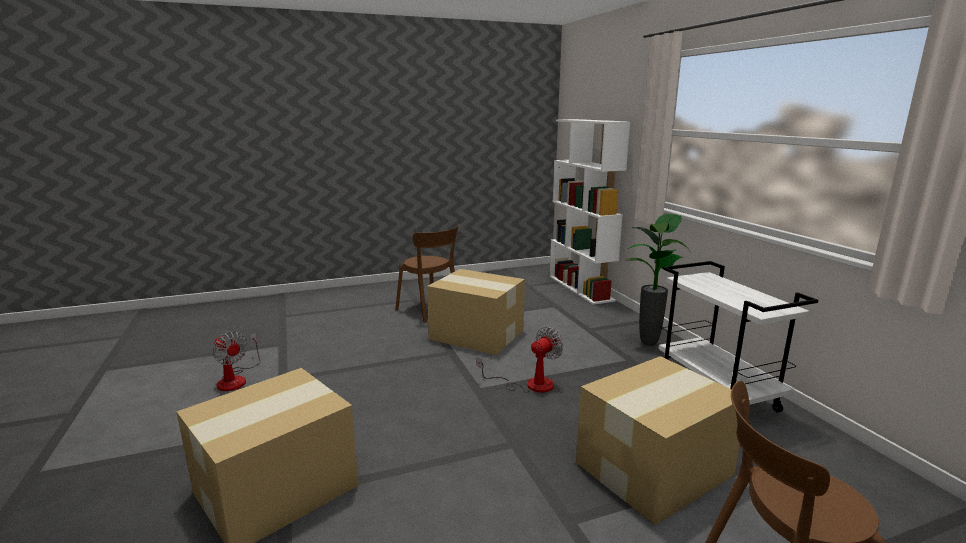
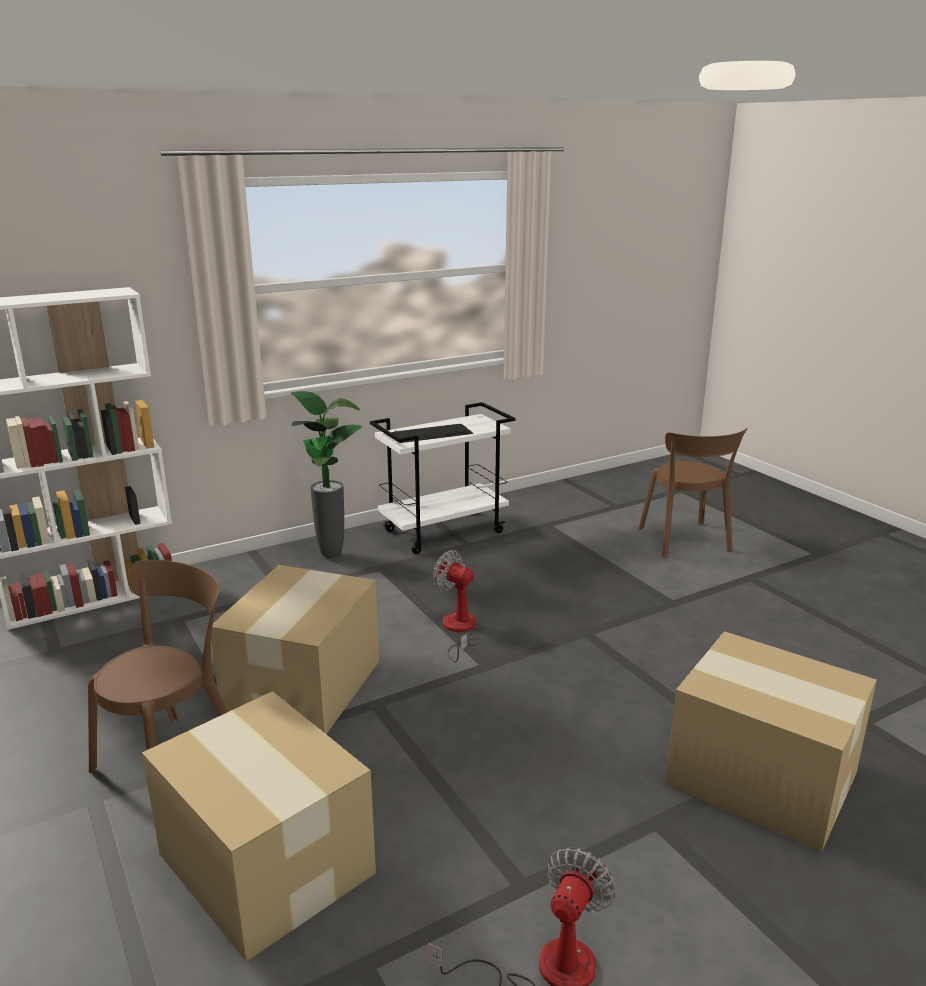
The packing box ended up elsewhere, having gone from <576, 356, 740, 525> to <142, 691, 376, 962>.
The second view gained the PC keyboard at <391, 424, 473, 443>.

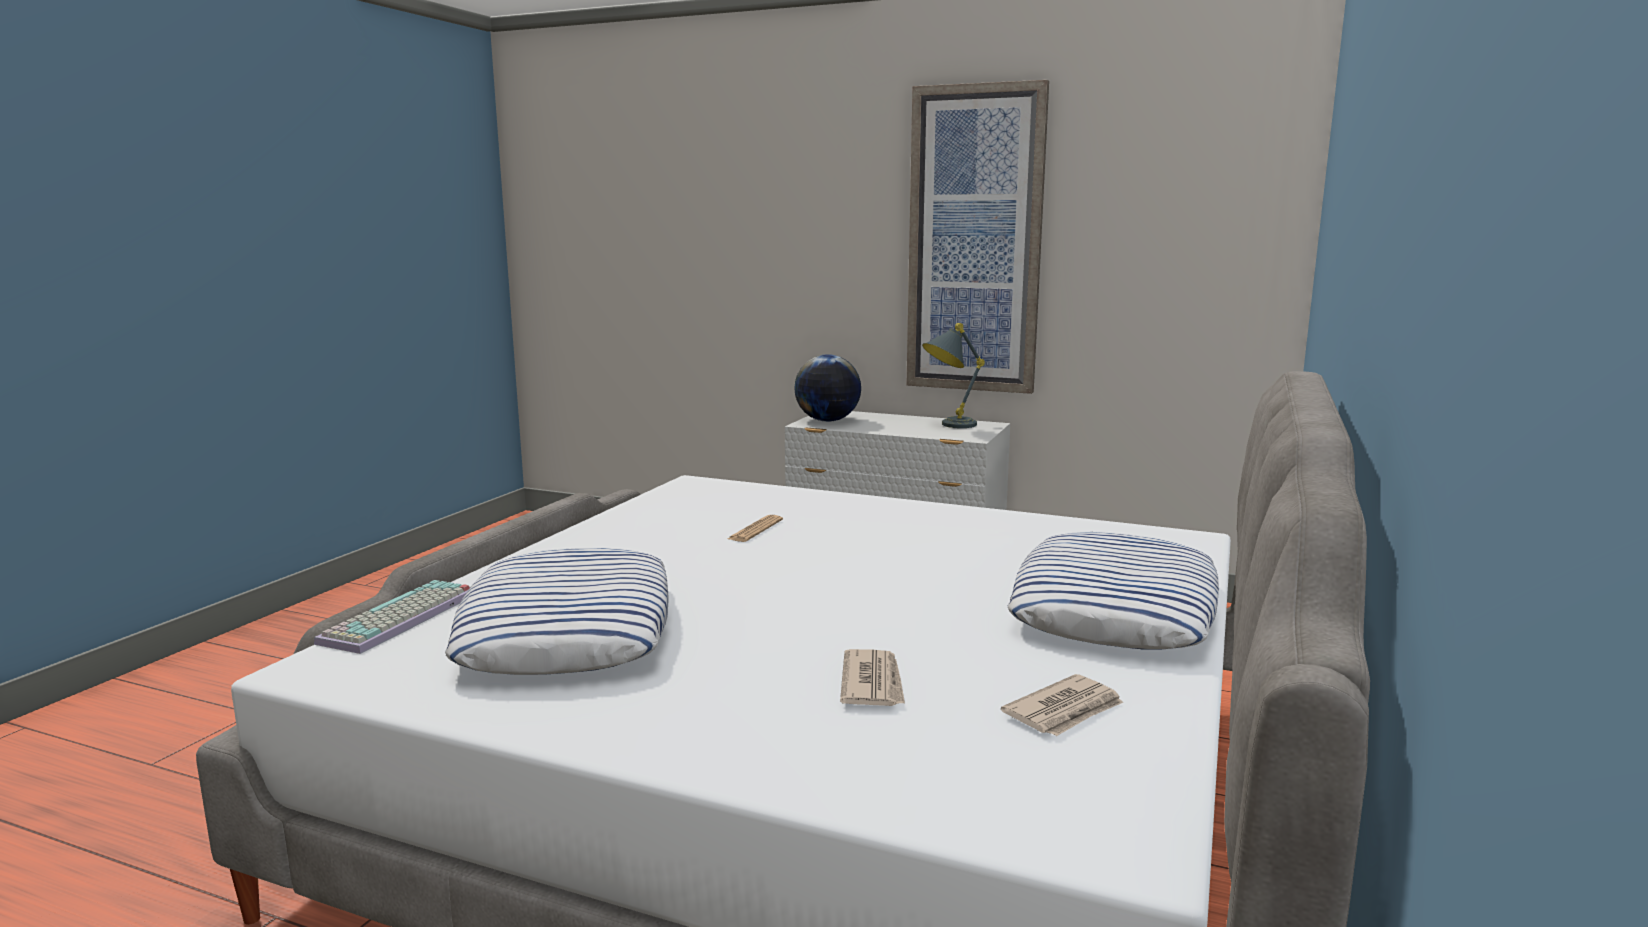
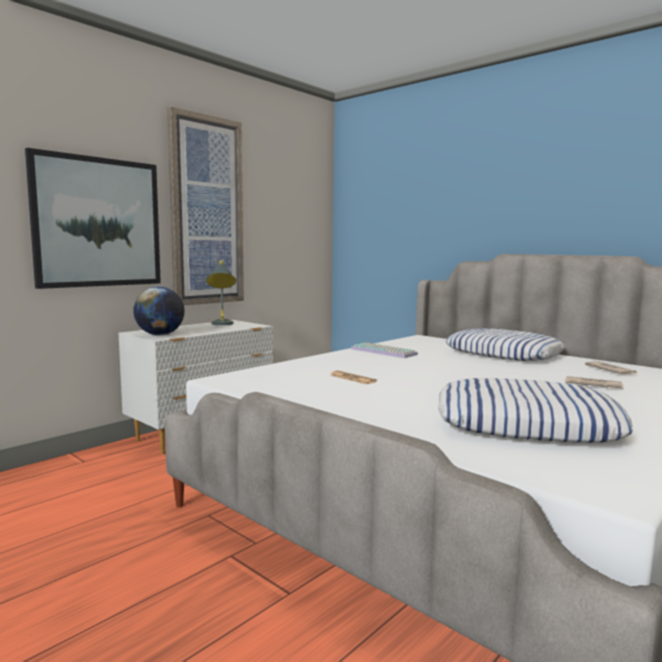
The second view gained the wall art at <25, 148, 161, 289>.
The PC keyboard ended up elsewhere, having gone from <314, 580, 470, 654> to <351, 342, 418, 358>.

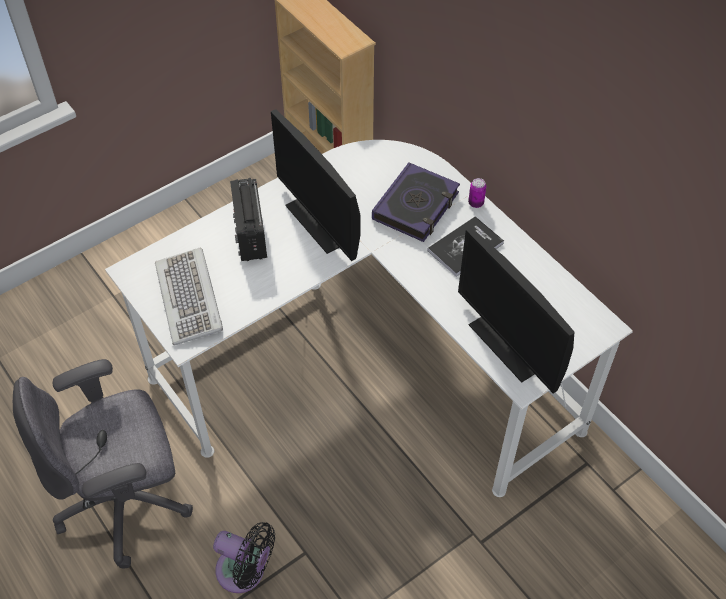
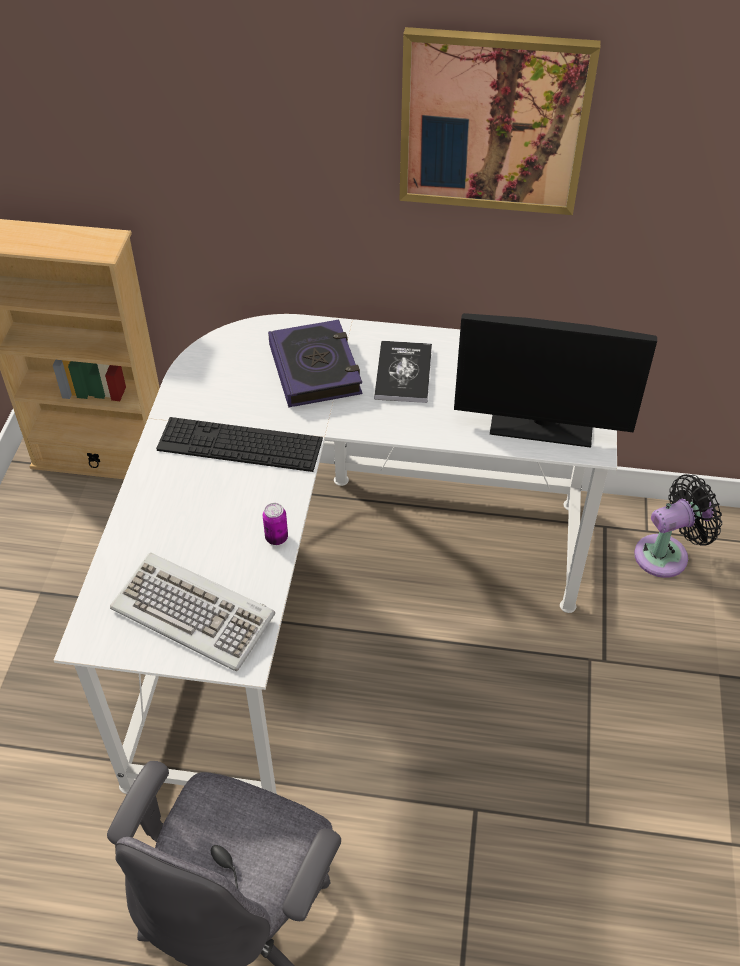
Where the computer display stood at <271, 110, 360, 261>, the PC keyboard came to stand at <156, 417, 323, 472>.
The can ended up elsewhere, having gone from <468, 178, 486, 208> to <263, 503, 288, 545>.
The second view gained the wall art at <399, 27, 600, 215>.
The cooling fan (black-coloured) ended up elsewhere, having gone from <213, 522, 275, 593> to <634, 474, 722, 578>.
The second view lost the radio at <230, 178, 267, 261>.

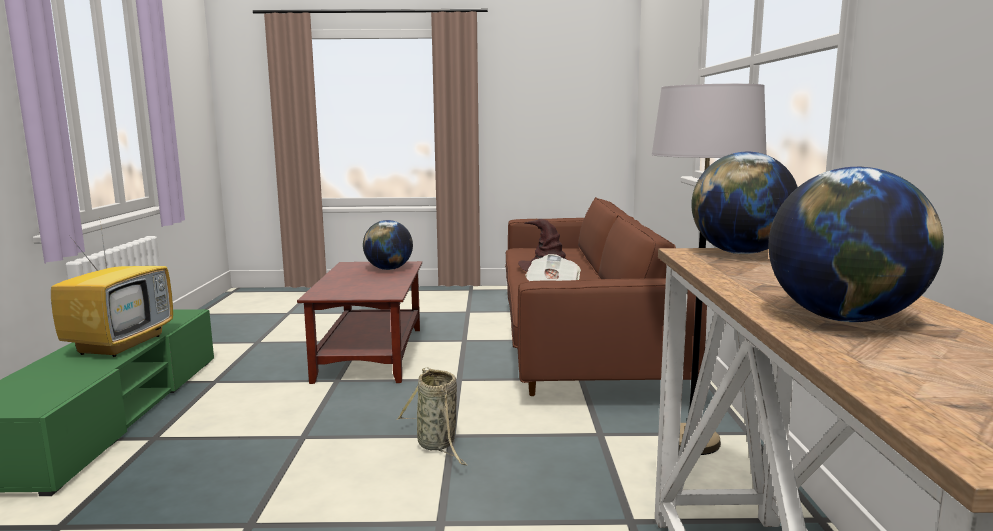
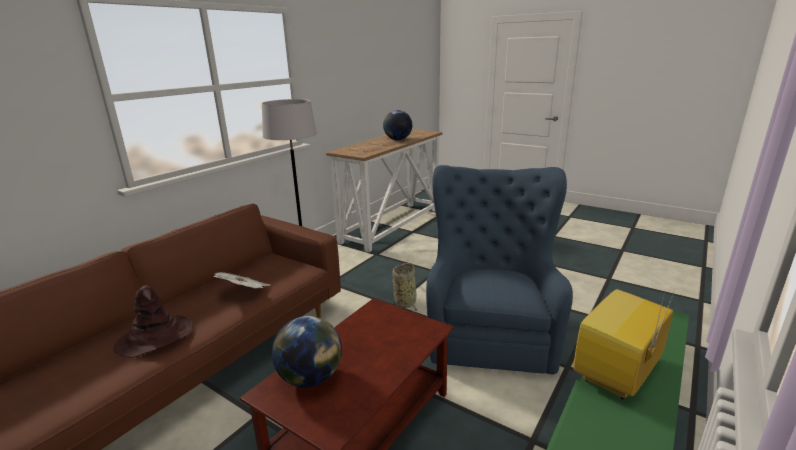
The second view gained the armchair (blue-coloured) at <426, 165, 573, 374>.
The second view lost the desk globe at <691, 151, 798, 254>.

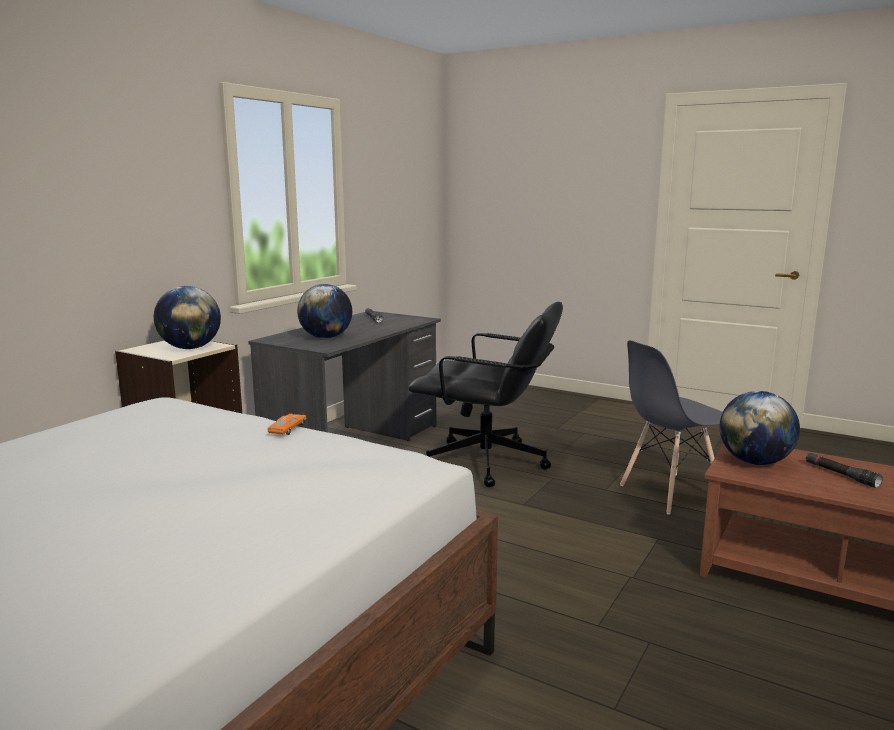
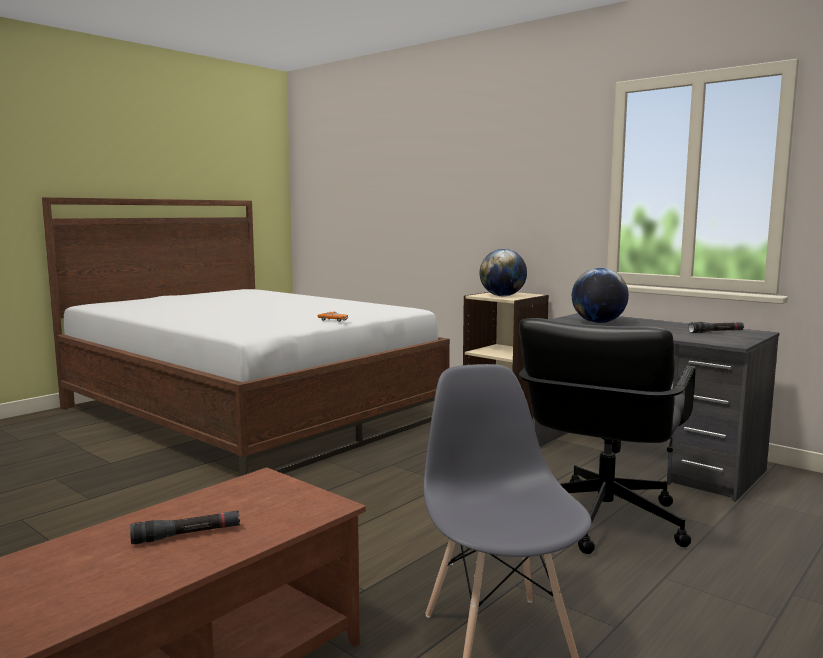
The second view lost the desk globe at <720, 391, 800, 465>.

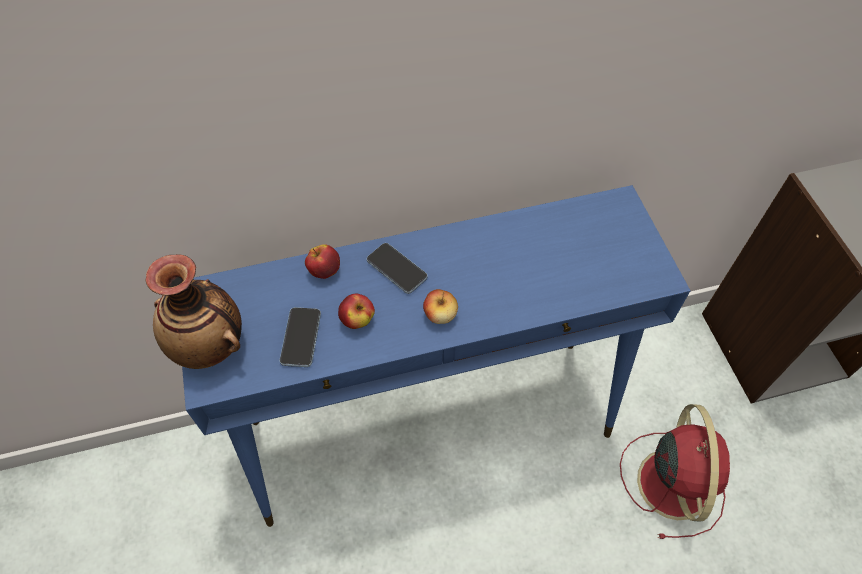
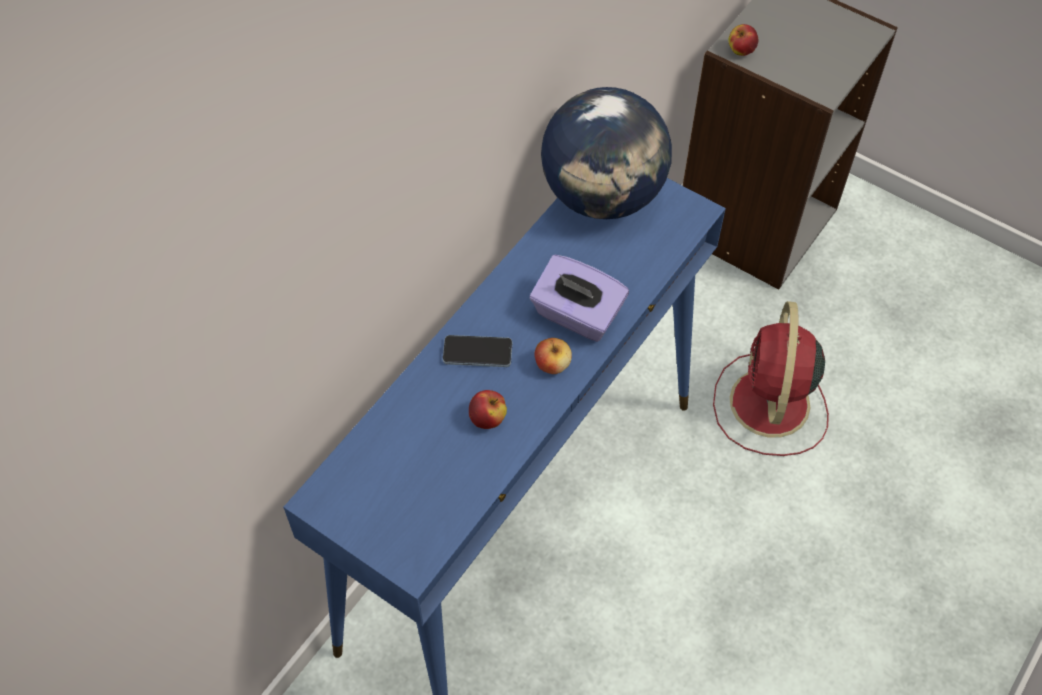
The second view gained the tissue box (purple-coloured) at <530, 255, 629, 342>.
The second view gained the desk globe at <541, 87, 672, 219>.
The cooling fan (reddish) at <620, 404, 730, 539> ended up facing another way, 135 degrees counterclockwise from before.
The apple fruit ended up elsewhere, having gone from <305, 244, 340, 279> to <729, 24, 759, 56>.
The second view lost the flower vase at <146, 254, 242, 369>.
The second view lost the handset at <280, 307, 321, 367>.

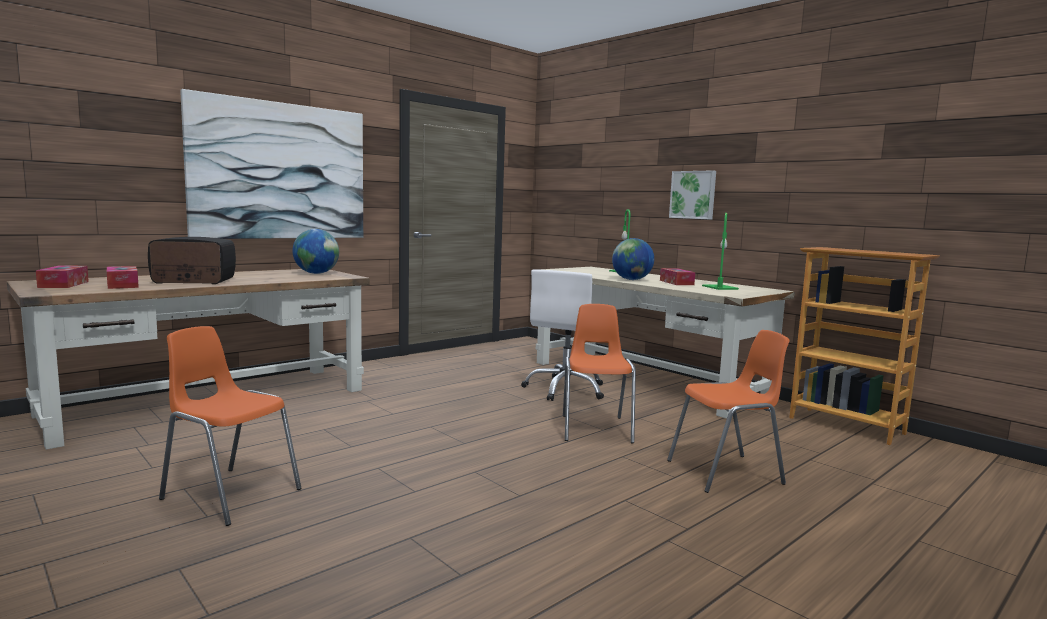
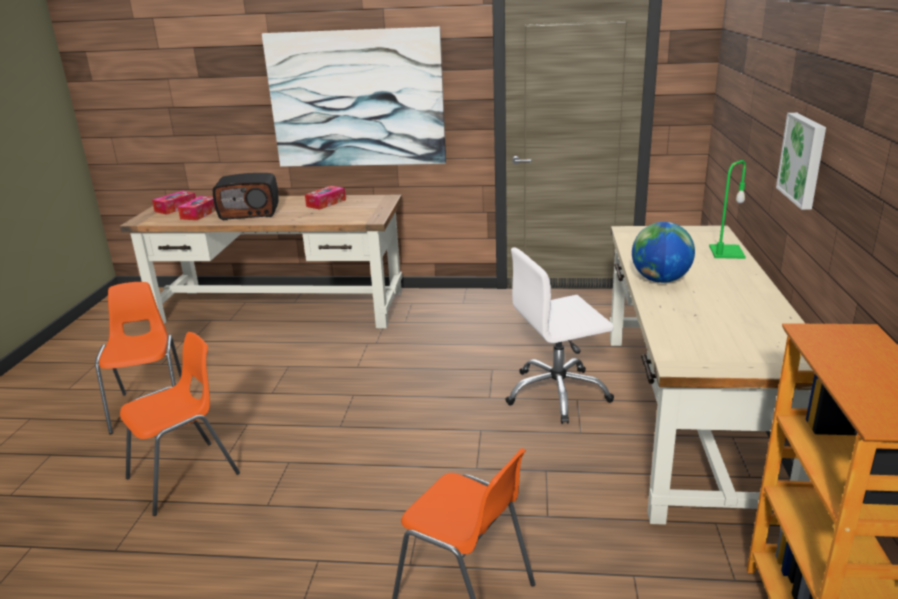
The upright chair (orange-coloured) ended up elsewhere, having gone from <563, 304, 636, 443> to <120, 332, 240, 516>.
The radio at <148, 237, 236, 284> ended up facing another way, 135 degrees clockwise from before.
The tissue box ended up elsewhere, having gone from <660, 268, 695, 285> to <305, 186, 346, 210>.
The second view lost the desk globe at <292, 229, 339, 274>.
The second view lost the tabletop lamp (green) at <702, 213, 739, 290>.

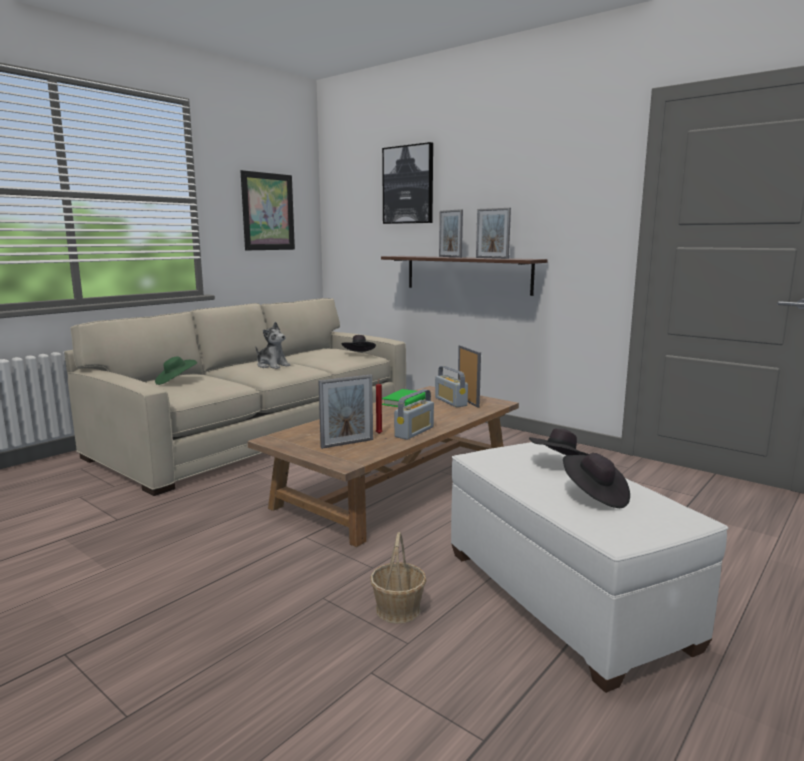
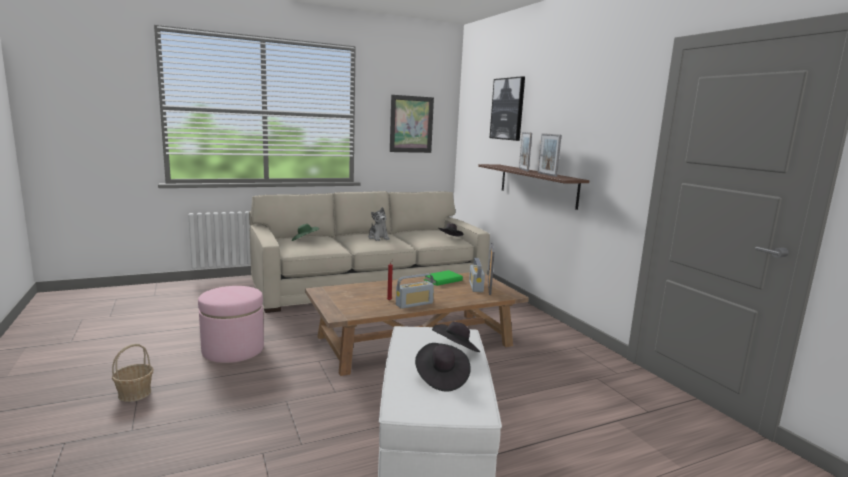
The basket ended up elsewhere, having gone from <370, 532, 426, 624> to <112, 344, 153, 402>.
The second view gained the footrest (pinkish) at <198, 286, 264, 363>.
The second view lost the picture frame at <318, 375, 373, 449>.

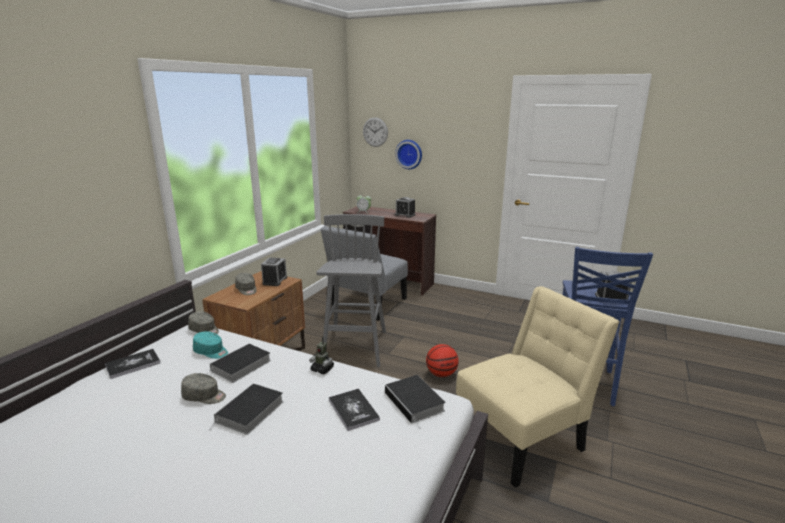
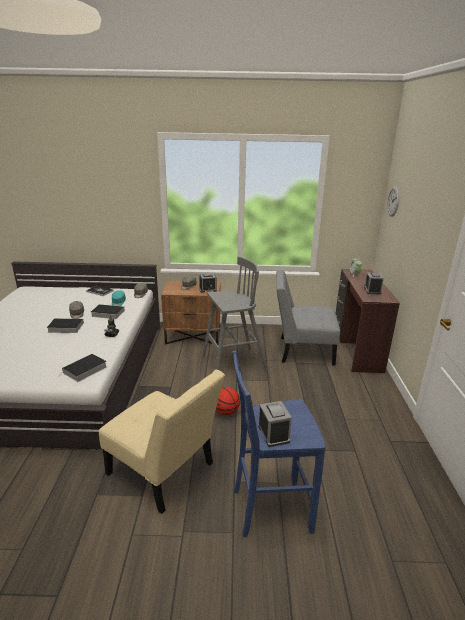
The second view lost the bound book at <329, 389, 380, 431>.
The second view lost the hanging clock at <395, 140, 422, 169>.

